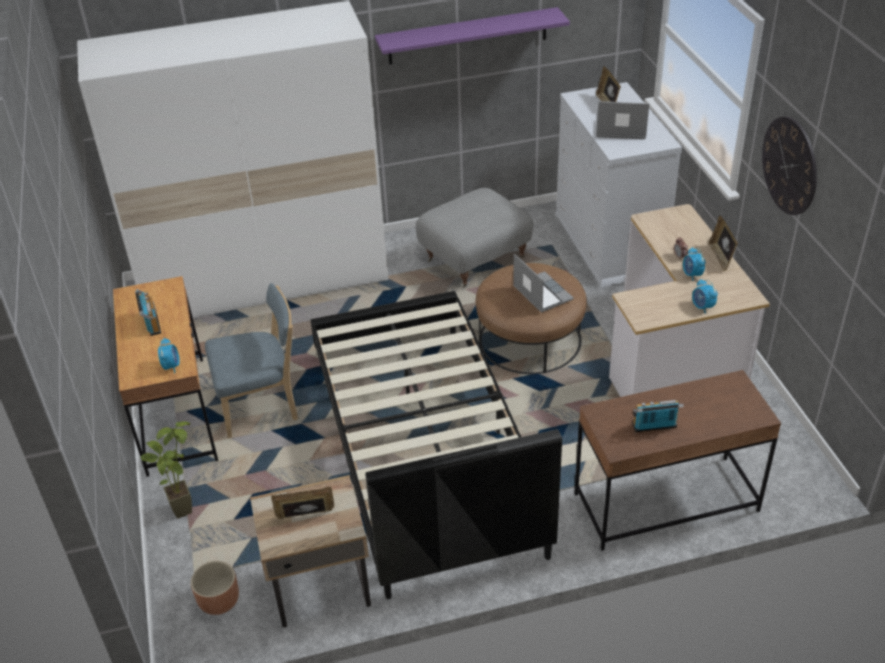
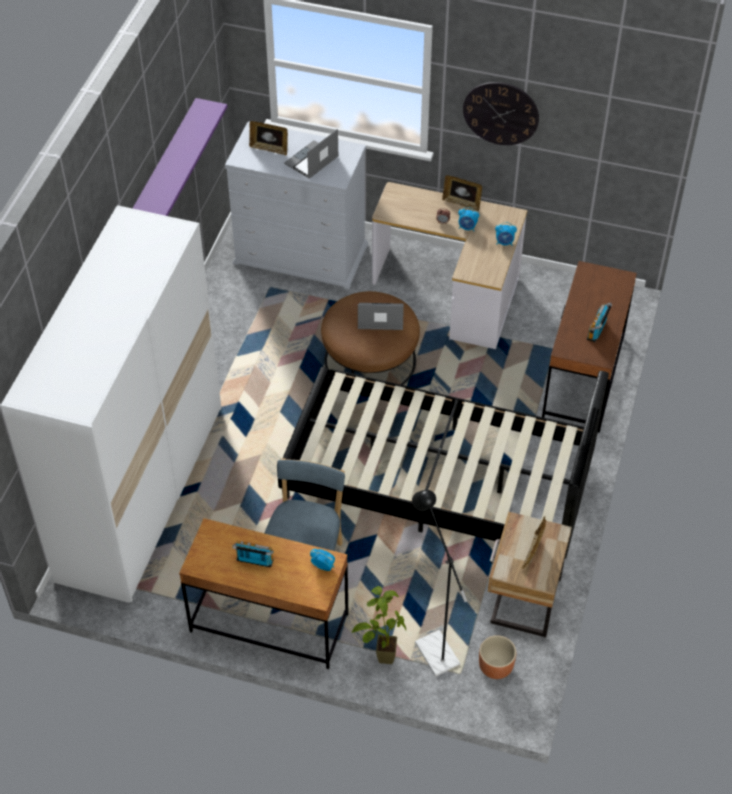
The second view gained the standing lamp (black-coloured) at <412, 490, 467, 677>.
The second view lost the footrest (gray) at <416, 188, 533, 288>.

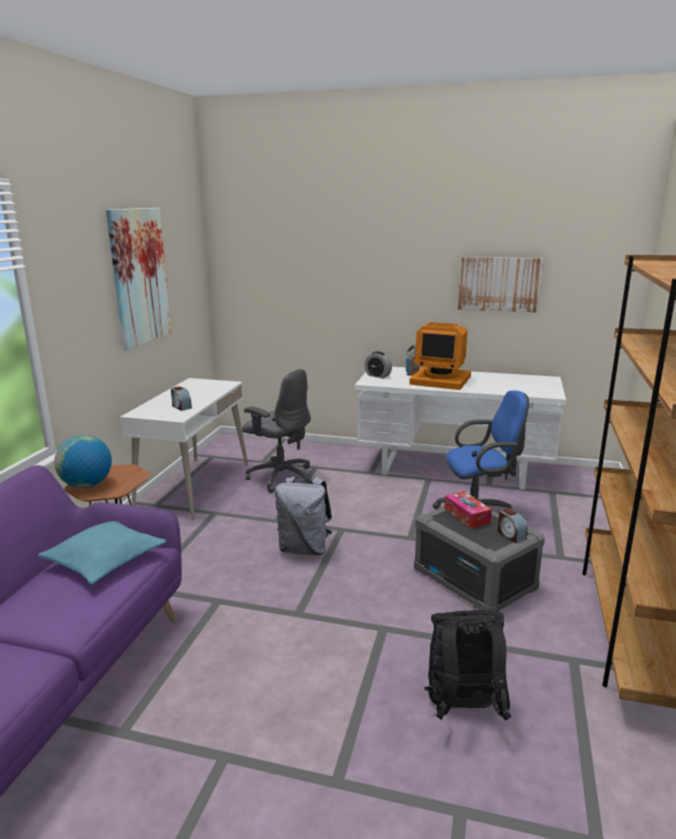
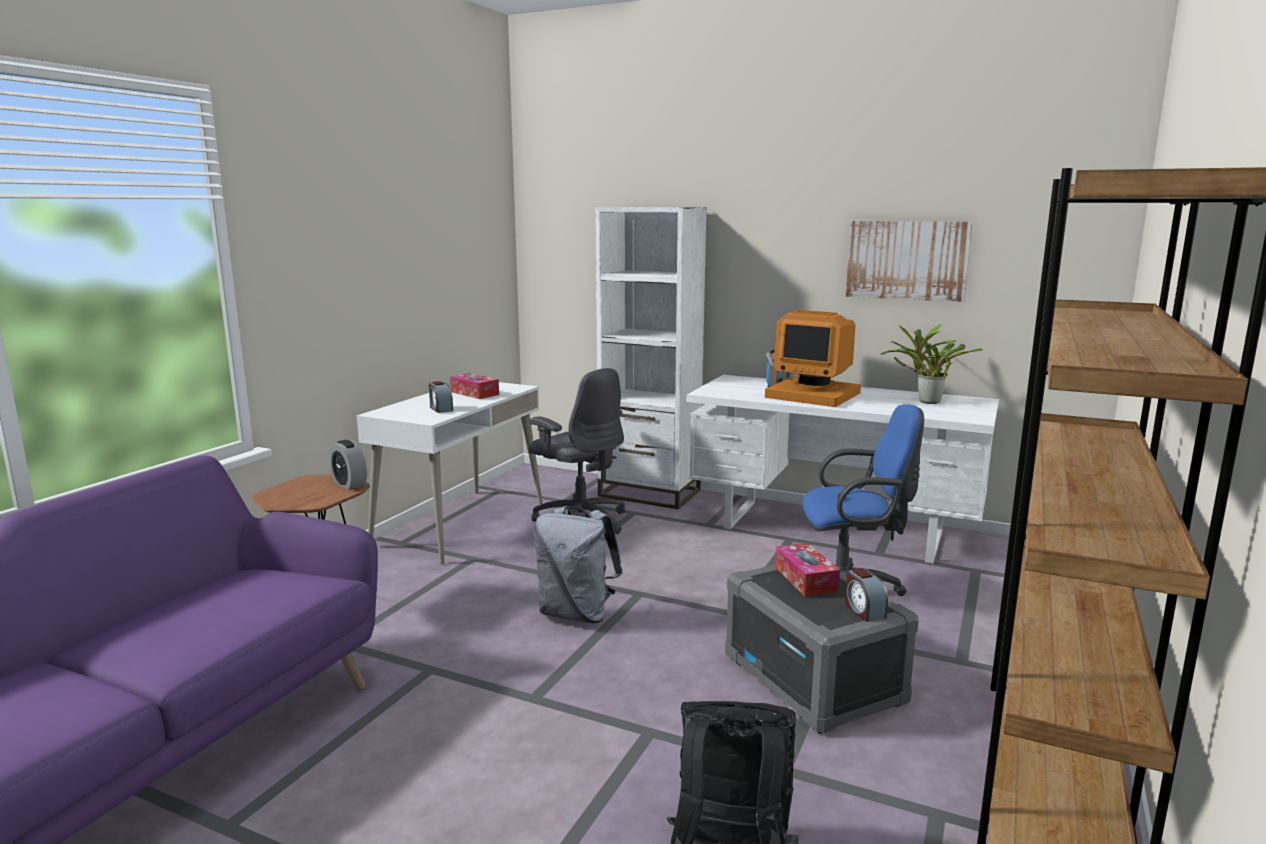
The bedside clock ended up elsewhere, having gone from <365, 351, 392, 378> to <329, 440, 367, 490>.
The second view gained the tissue box at <450, 373, 499, 399>.
The second view gained the shelving unit (white-coloured) at <595, 207, 707, 509>.
The second view gained the plant in a pot at <881, 324, 983, 404>.
The second view lost the pillow (turquoise-coloured) at <38, 521, 166, 584>.
The second view lost the desk globe at <54, 435, 112, 488>.
The second view lost the wall art at <106, 208, 172, 350>.

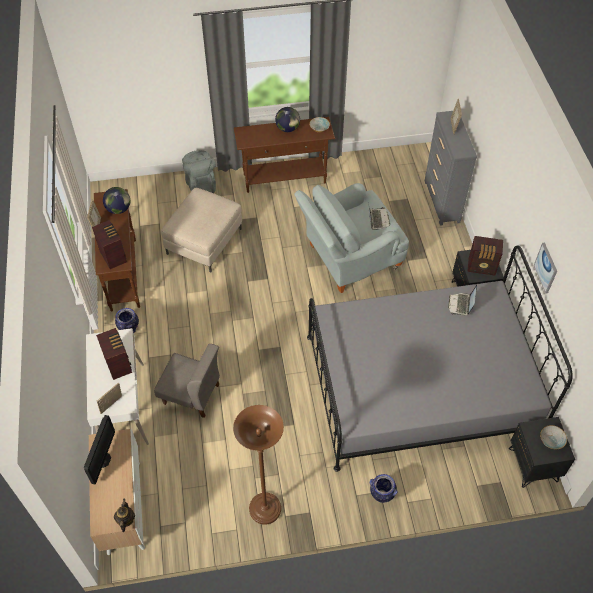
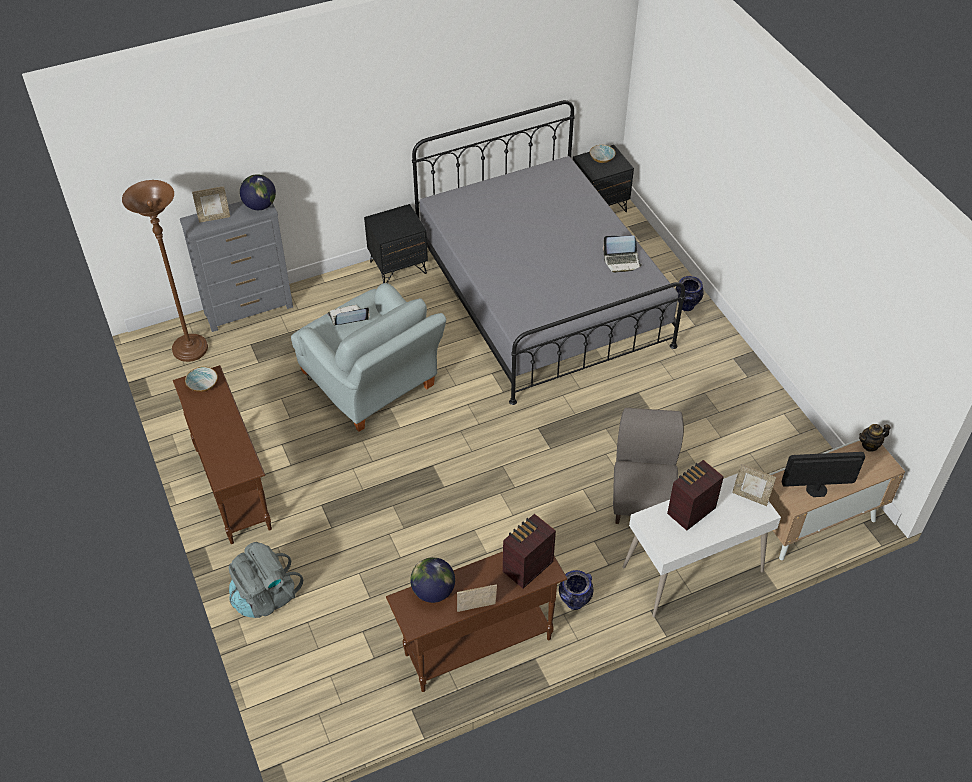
The standing lamp (brownish) ended up elsewhere, having gone from <233, 405, 284, 525> to <122, 180, 208, 362>.
The desk globe ended up elsewhere, having gone from <275, 107, 300, 132> to <240, 174, 276, 210>.
The portable computer ended up elsewhere, having gone from <448, 285, 477, 315> to <603, 235, 642, 273>.
The second view lost the footrest (sand-coloured) at <161, 188, 242, 273>.
The second view lost the radio at <467, 236, 503, 276>.
The second view lost the wall art at <534, 243, 557, 294>.

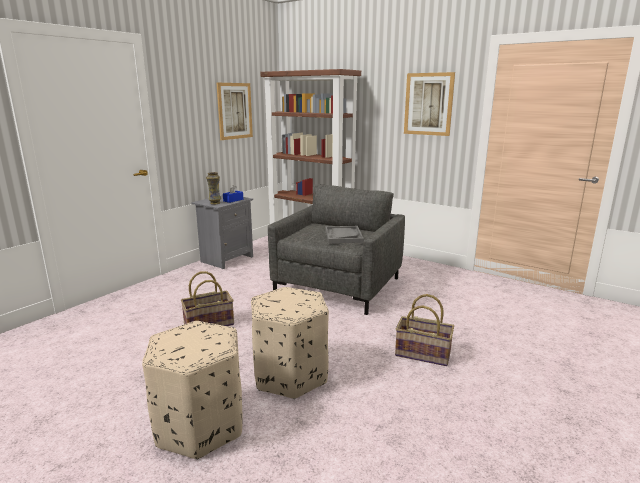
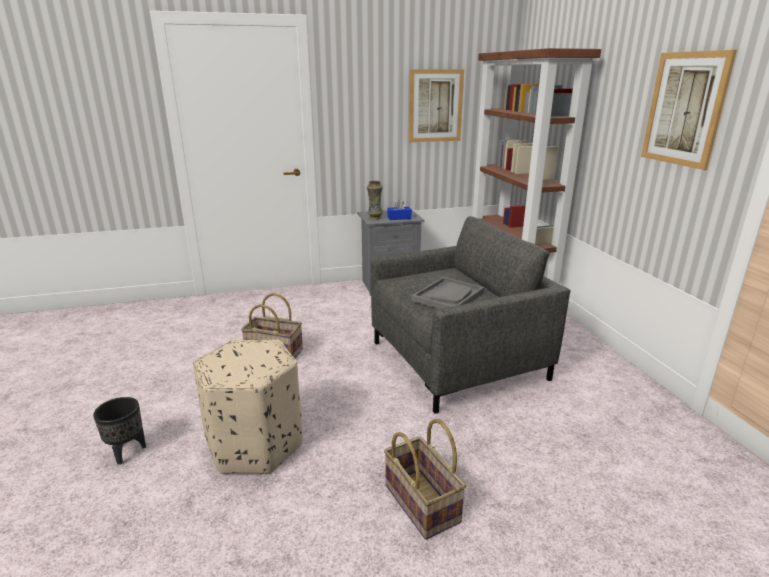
Where the footrest (sand-coloured) stood at <142, 321, 242, 460>, the flower pot (black-coloured) came to stand at <93, 397, 146, 465>.

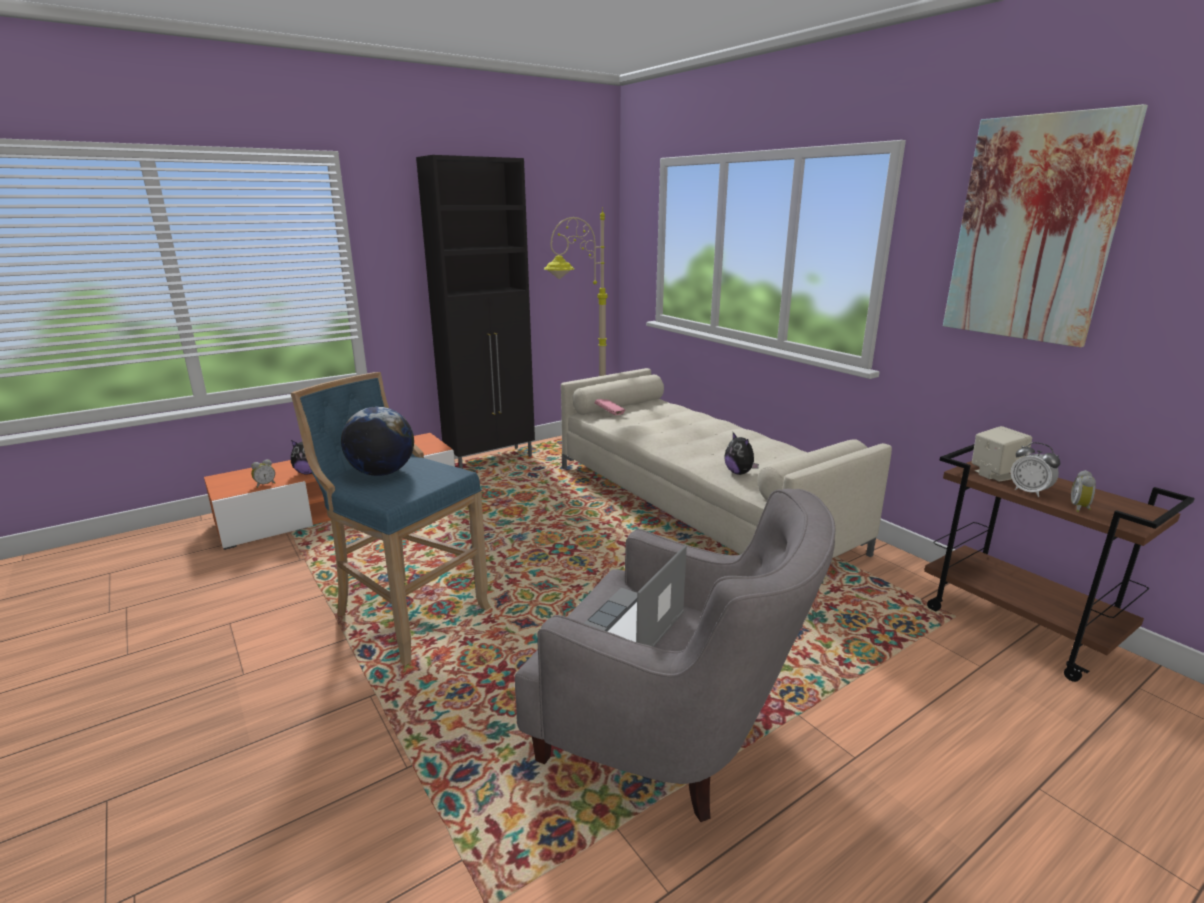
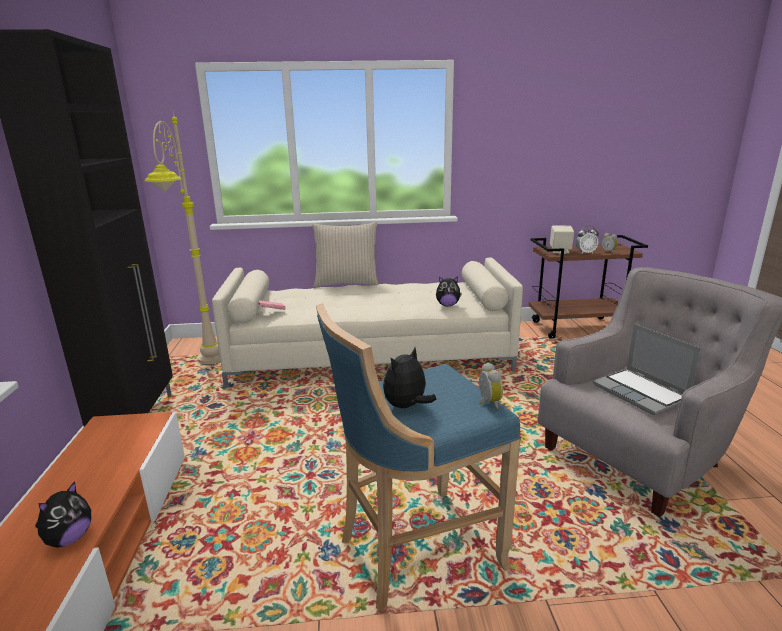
The second view gained the pillow (sand-coloured) at <312, 222, 379, 287>.
Where the desk globe stood at <341, 406, 414, 476>, the soft toy came to stand at <383, 347, 436, 408>.
The bedside clock ended up elsewhere, having gone from <251, 459, 275, 488> to <479, 362, 503, 409>.
The second view lost the wall art at <943, 104, 1148, 347>.

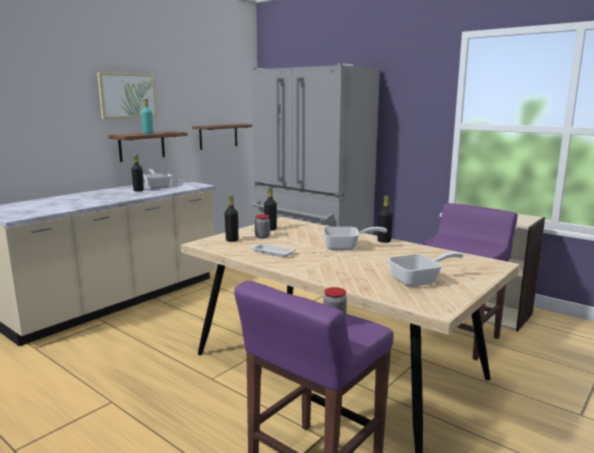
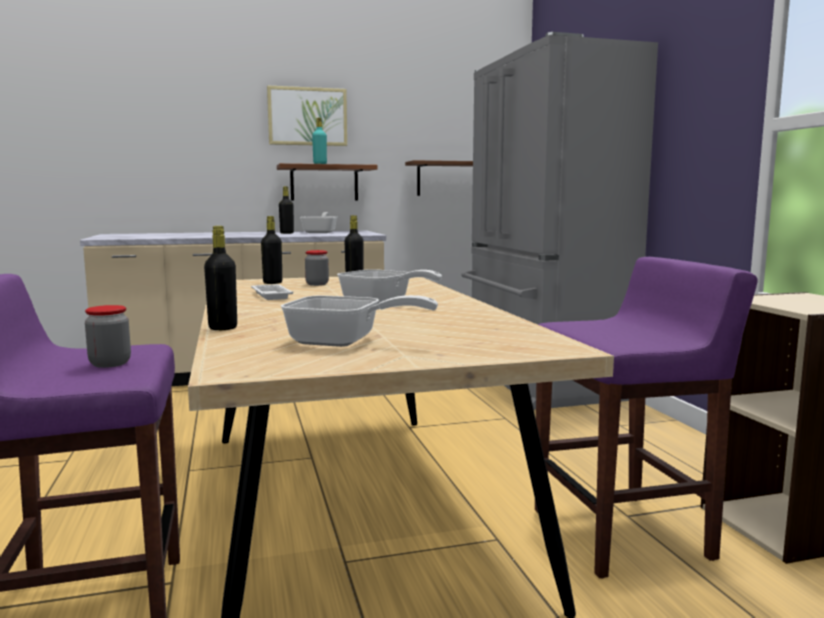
The beverage bottle (black-coloured) ended up elsewhere, having gone from <377, 196, 393, 243> to <204, 226, 237, 330>.

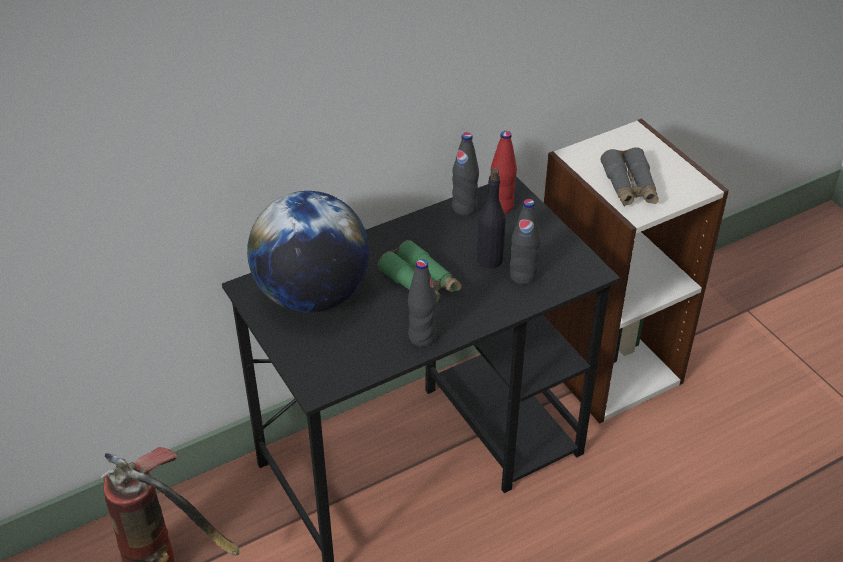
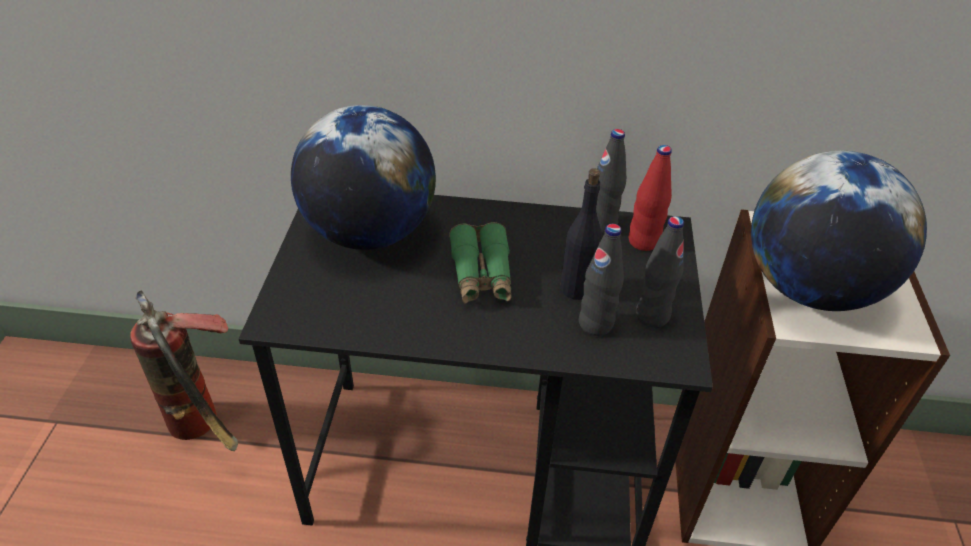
The beverage bottle (black-coloured) ended up elsewhere, having gone from <408, 259, 437, 347> to <636, 216, 684, 328>.
Where the pair of binoculars (gray) stood at <600, 147, 659, 207>, the desk globe came to stand at <751, 151, 927, 311>.

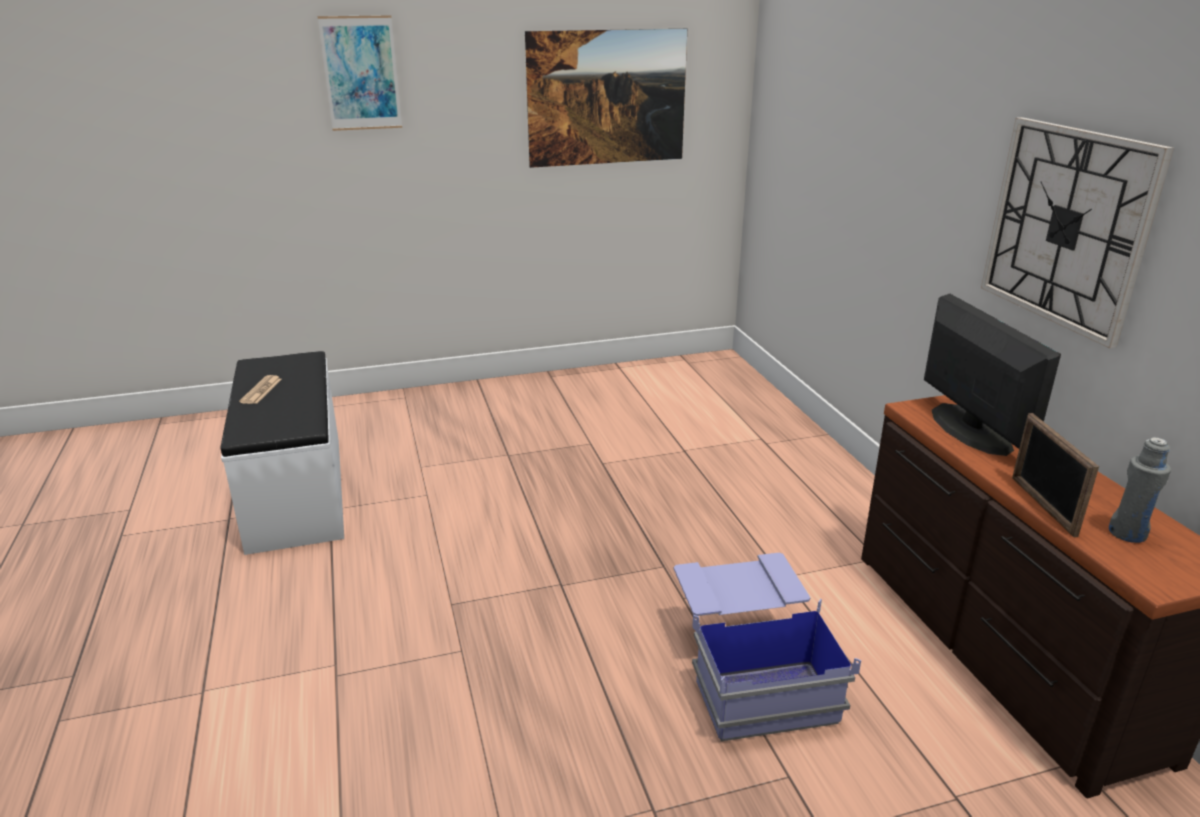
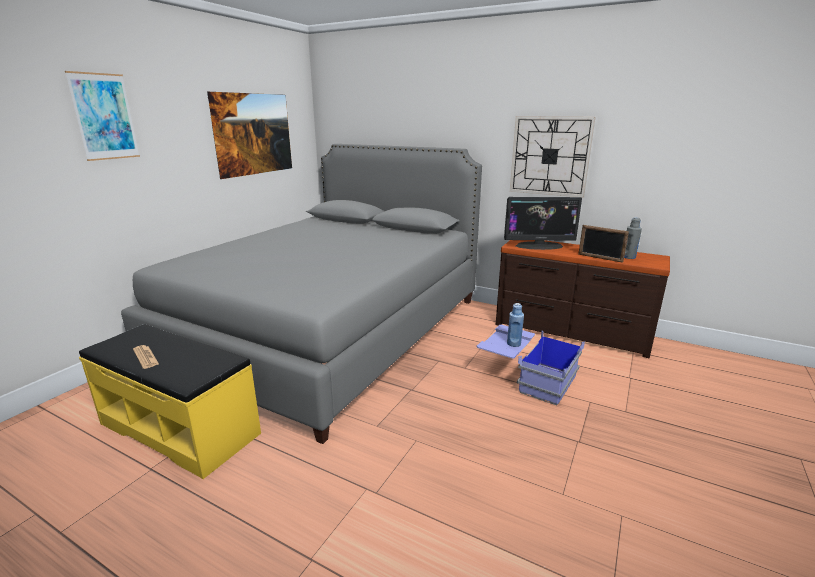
What was the bench (white-coloured) at <221, 351, 344, 555> turned into the bench (yellow-coloured) at <79, 324, 261, 479>.
The second view gained the sleeping bed (gray) at <121, 144, 482, 444>.
The computer display at <924, 294, 1061, 456> ended up facing another way, 150 degrees clockwise from before.
The second view gained the beverage bottle (blue-coloured) at <507, 303, 524, 347>.

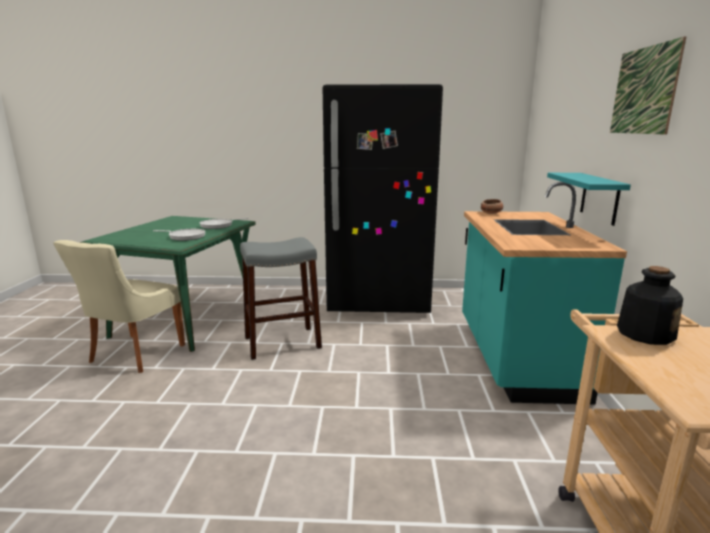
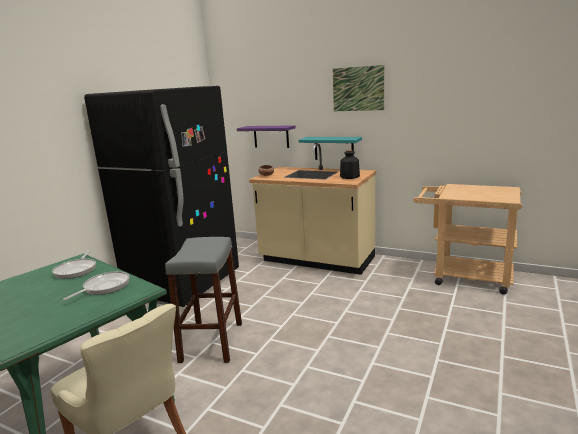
The second view gained the shelf (purple-coloured) at <237, 125, 295, 148>.
What was the kitchen counter (turquoise-coloured) at <462, 182, 627, 405> turned into the kitchen counter (sand-coloured) at <249, 143, 376, 275>.
The beverage bottle ended up elsewhere, having gone from <617, 266, 683, 345> to <340, 150, 360, 179>.

